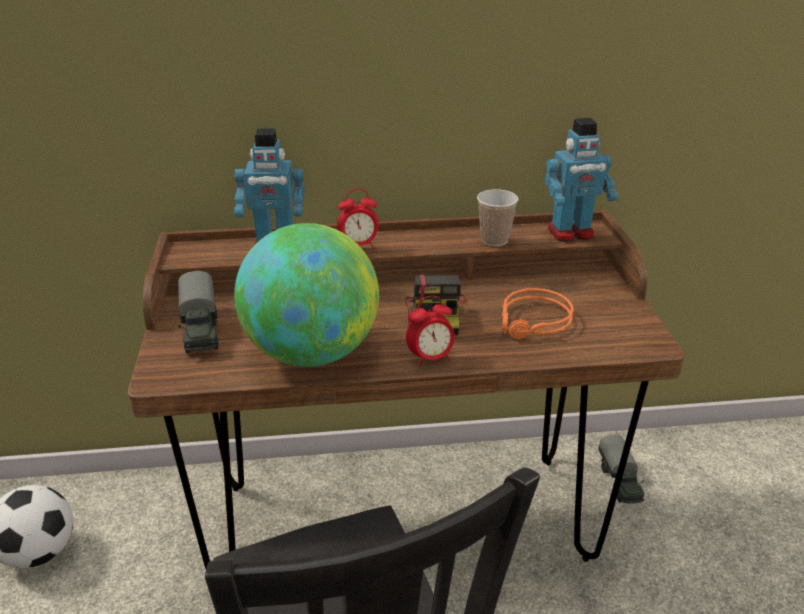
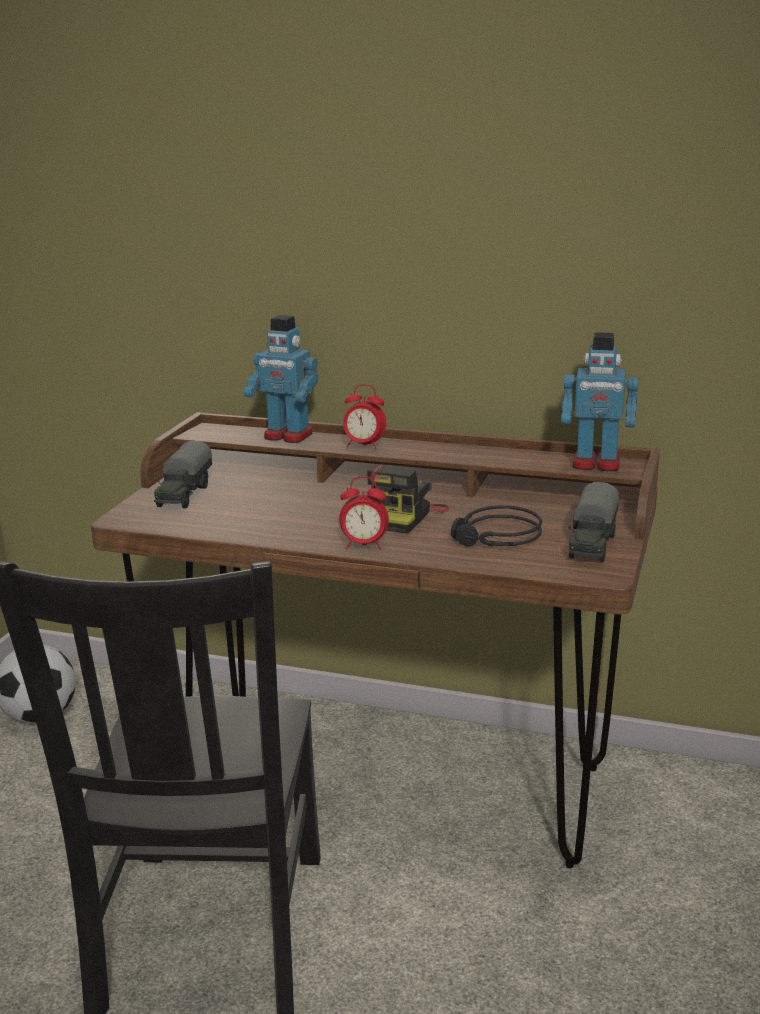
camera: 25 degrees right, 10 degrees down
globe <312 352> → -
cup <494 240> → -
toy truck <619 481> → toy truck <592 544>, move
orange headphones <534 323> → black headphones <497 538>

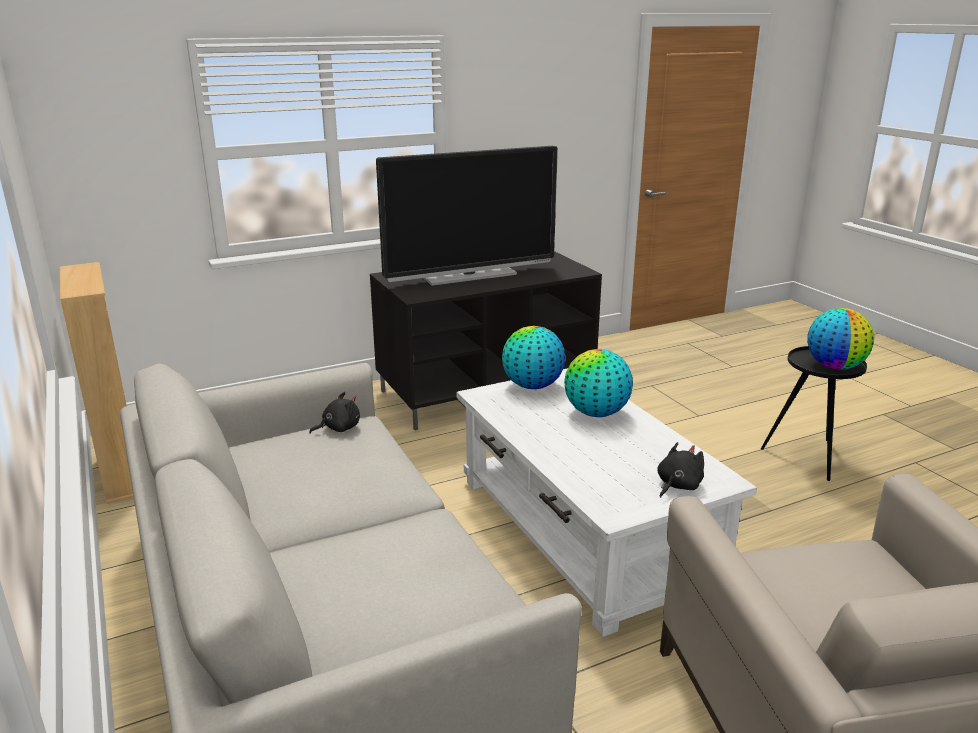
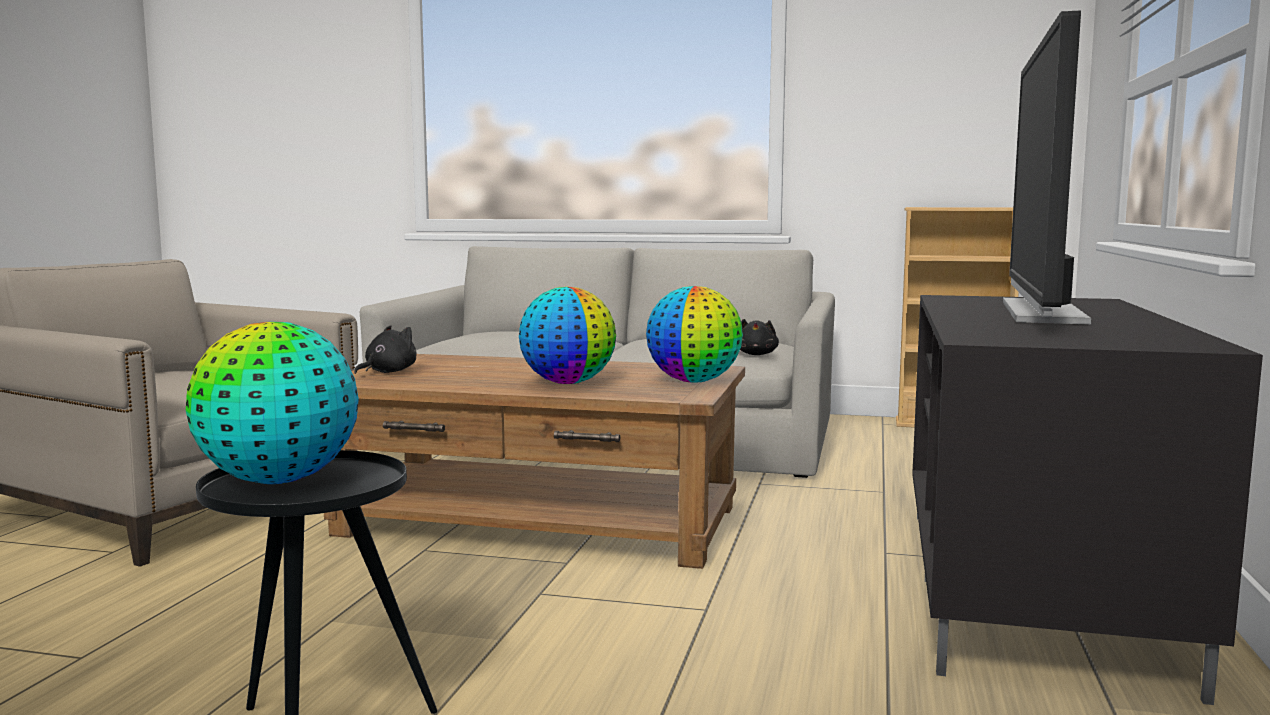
camera: 130 degrees right, 15 degrees down
white coffee table <583 530> → brown coffee table <541 521>
black plush toy <677 485> → black plush toy <388 372>, 135 degrees counterclockwise

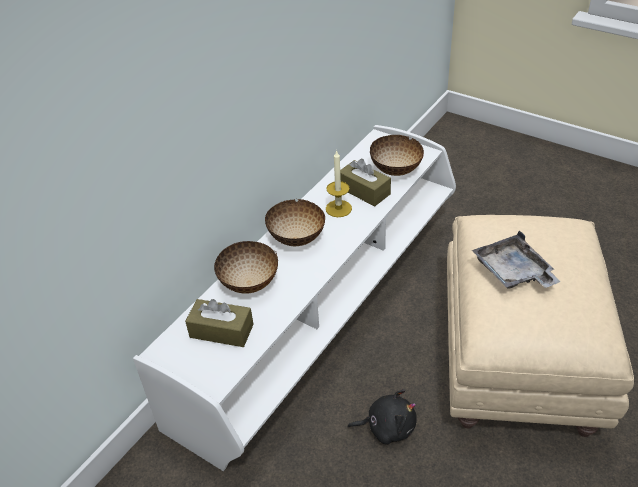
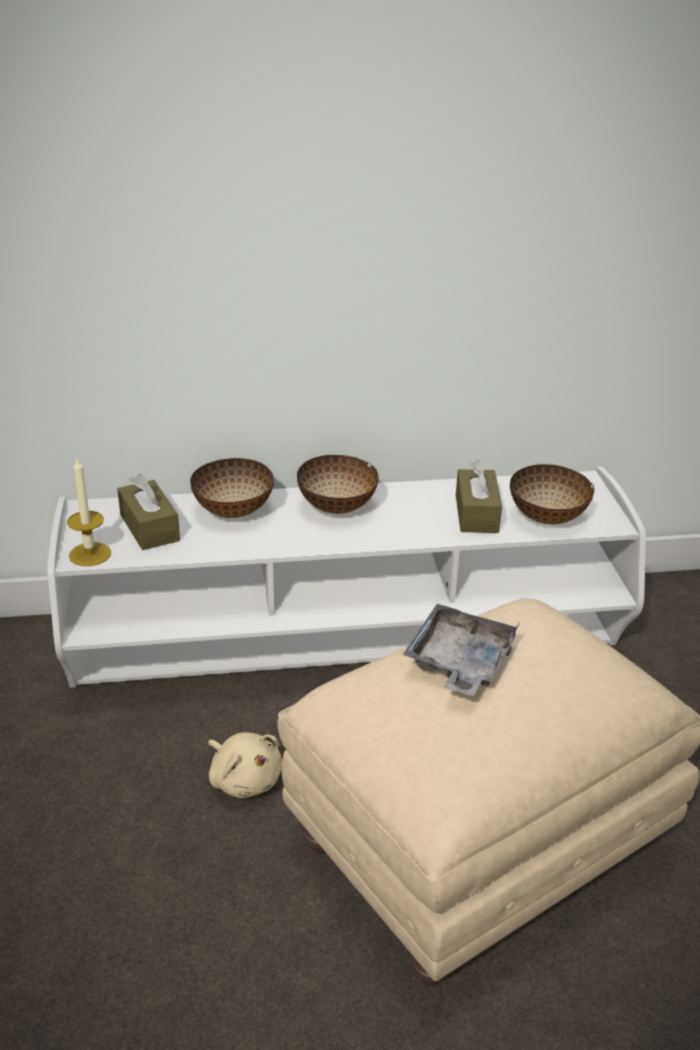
camera: 45 degrees right, 10 degrees down
candle <338 208> → candle <90 554>, move
black plush toy <387 427> → beige plush toy <244 779>

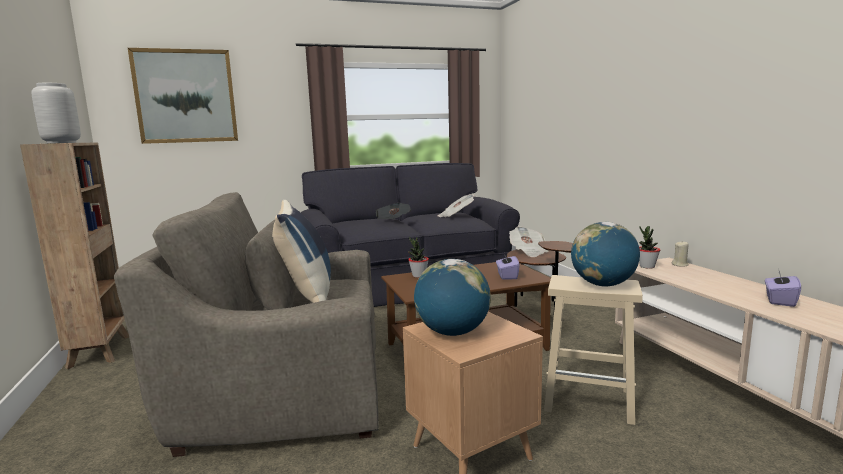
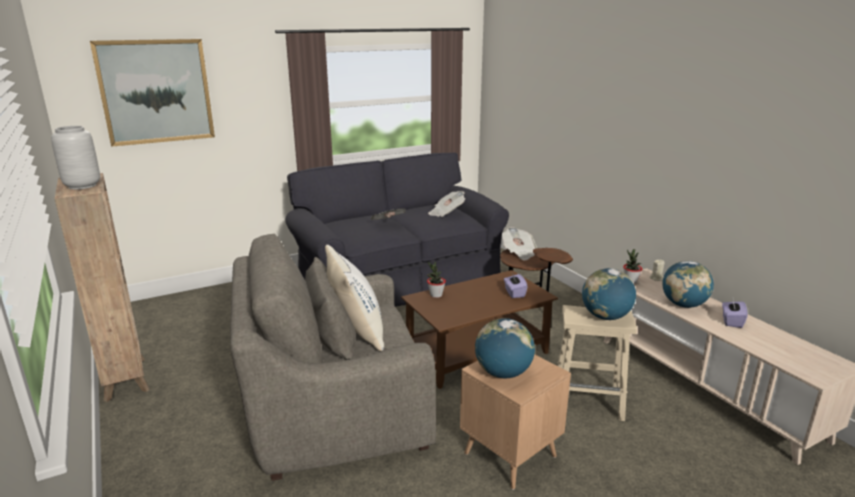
camera: 10 degrees left, 10 degrees up
- → globe <683 305>
blue pillow <306 295> → white pillow <355 331>

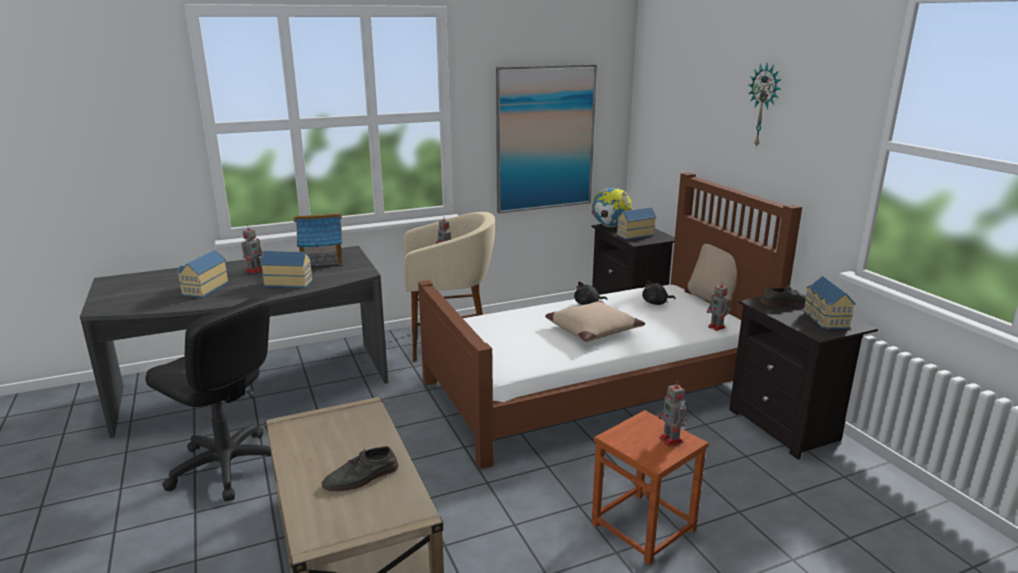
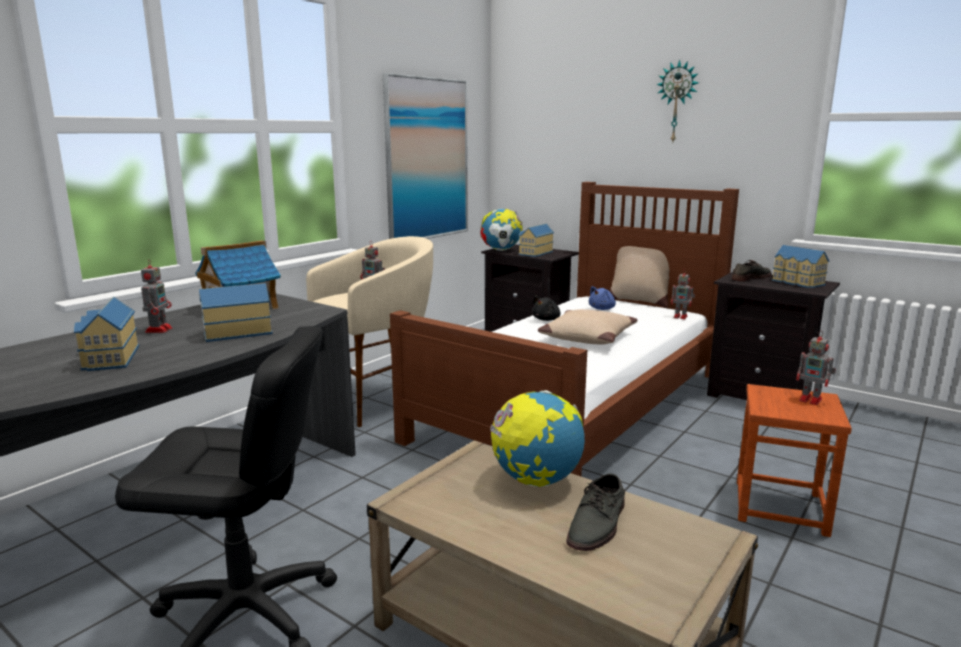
camera: 30 degrees left, 5 degrees down
- → globe <536 481>
black plush toy <656 303> → blue plush toy <602 309>

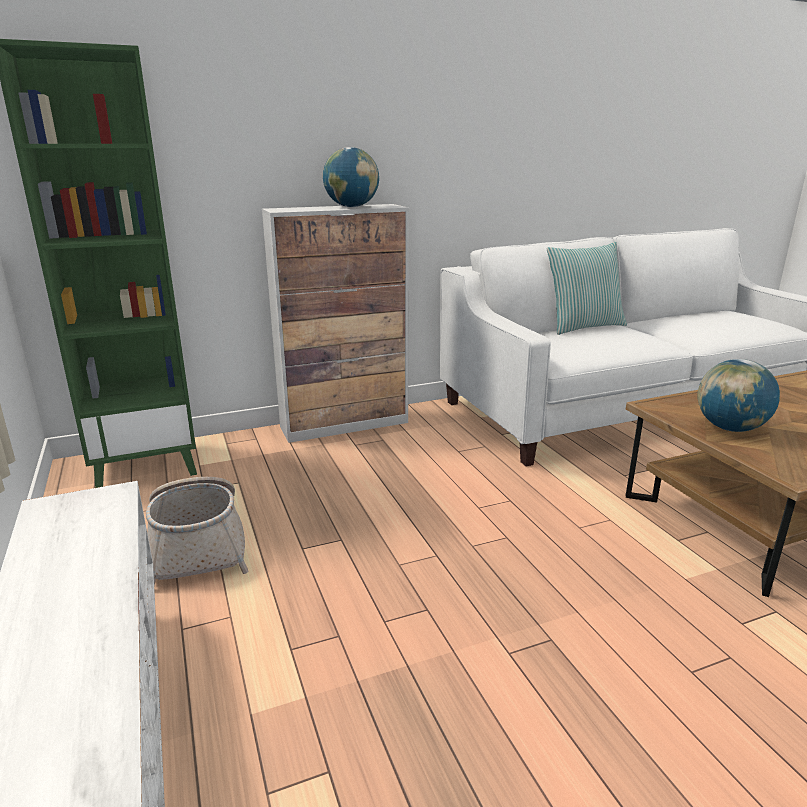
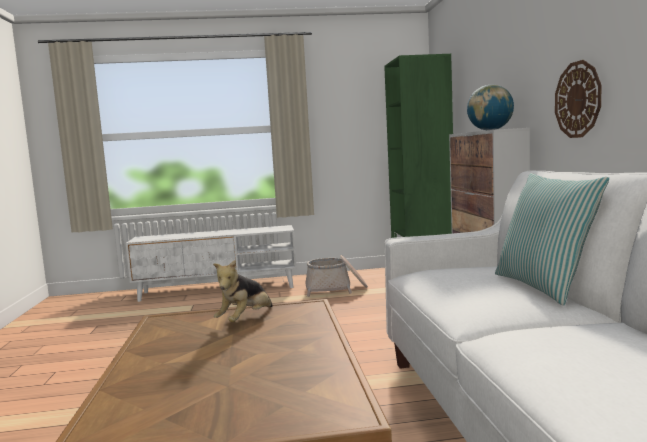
camera: 105 degrees right, 15 degrees down
- → wall clock <578 99>
globe <730 428> → plush toy <245 320>

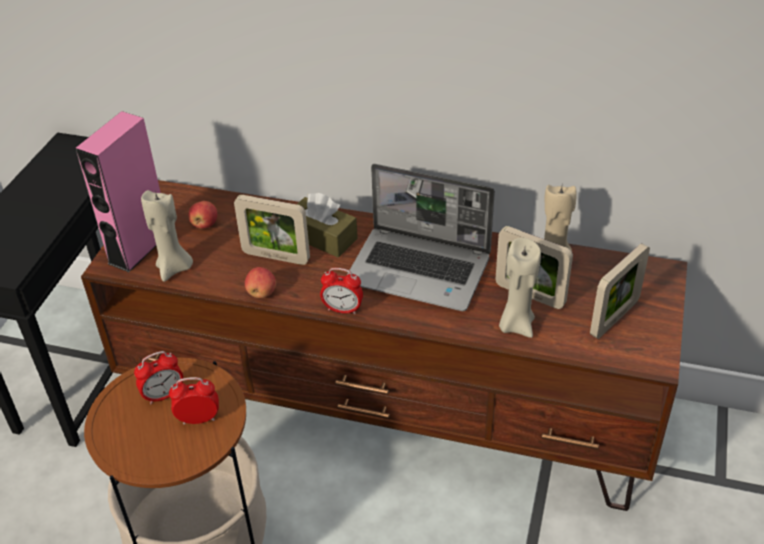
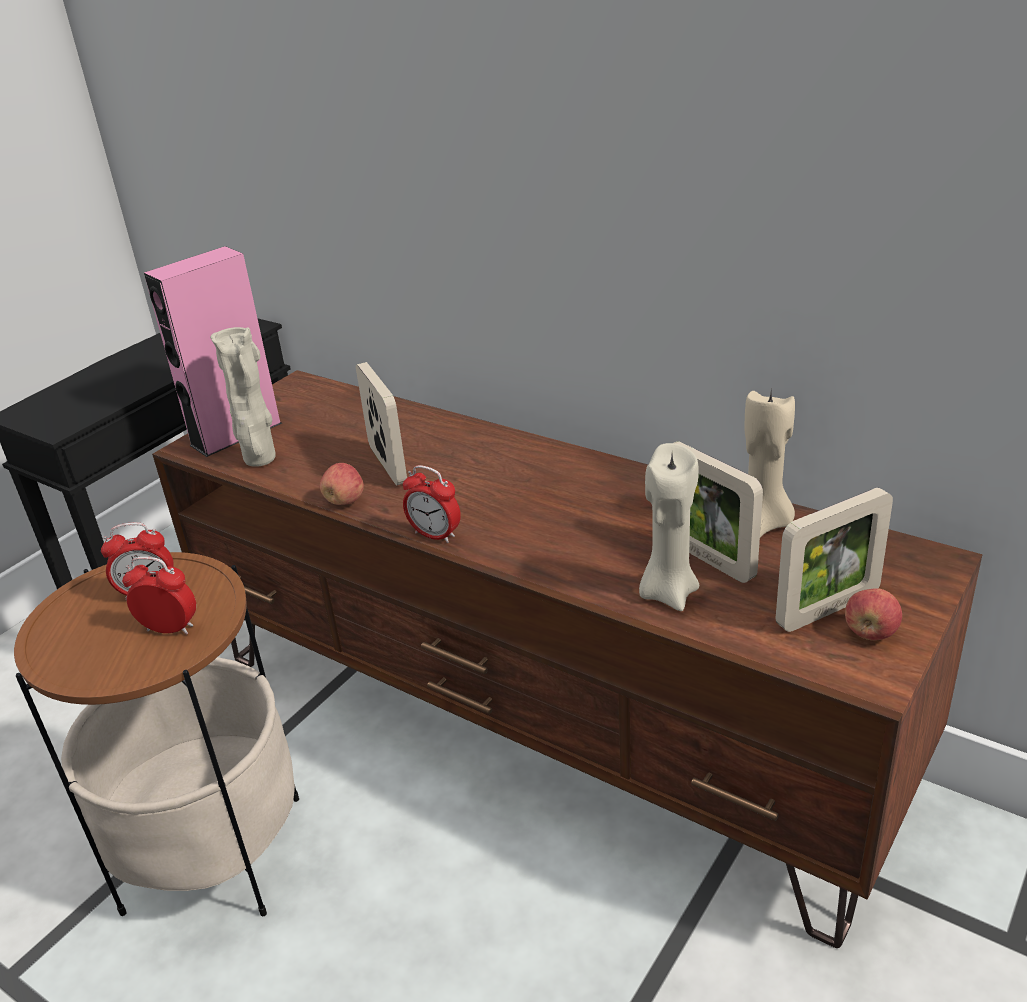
camera: 20 degrees right, 10 degrees down
brown tissue box <322 237> → -
laptop <420 270> → -
apple <204 224> → apple <870 633>, move
beige candle <174 268> → beige vase <260 460>
picture frame <276 257> → picture frame <387 465>, 150 degrees counterclockwise

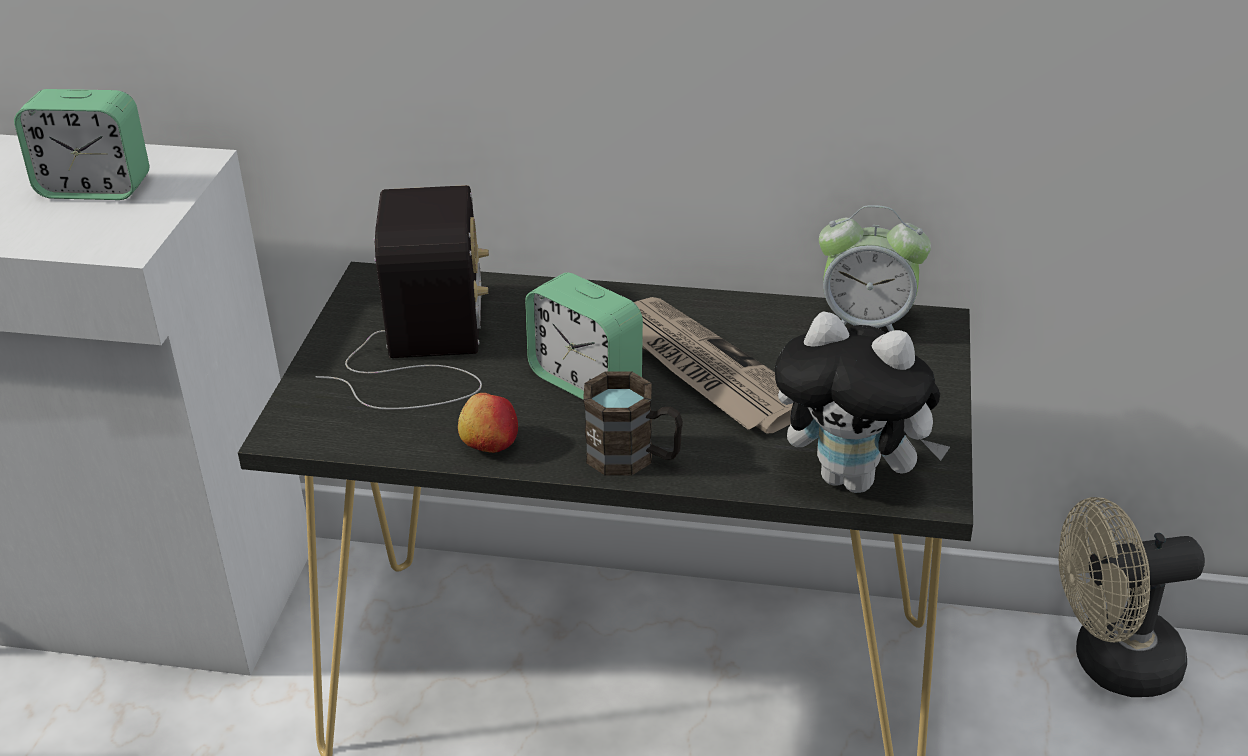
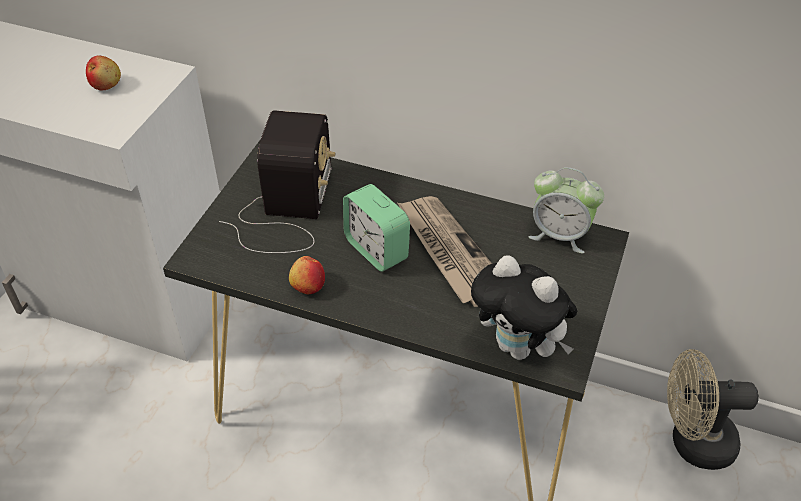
camera: 10 degrees right, 10 degrees up
brown mug <634 458> → -
alarm clock <94 188> → apple <106 84>

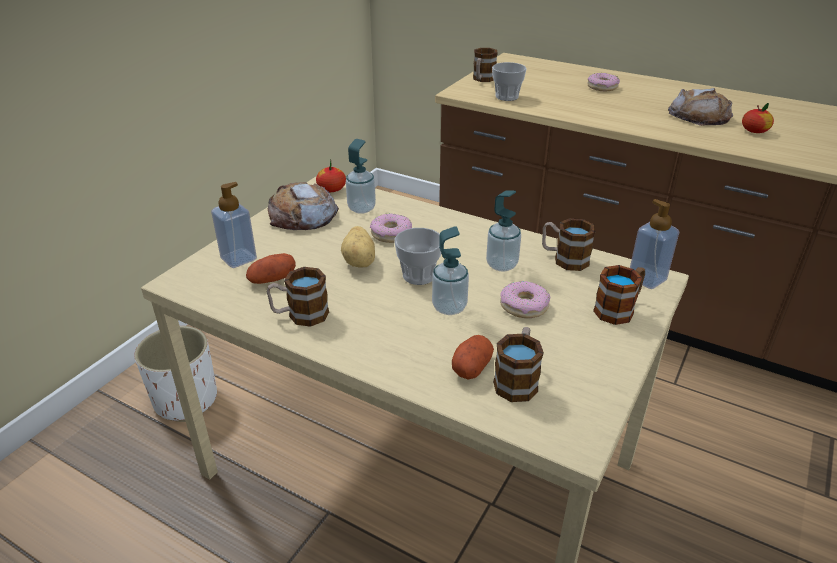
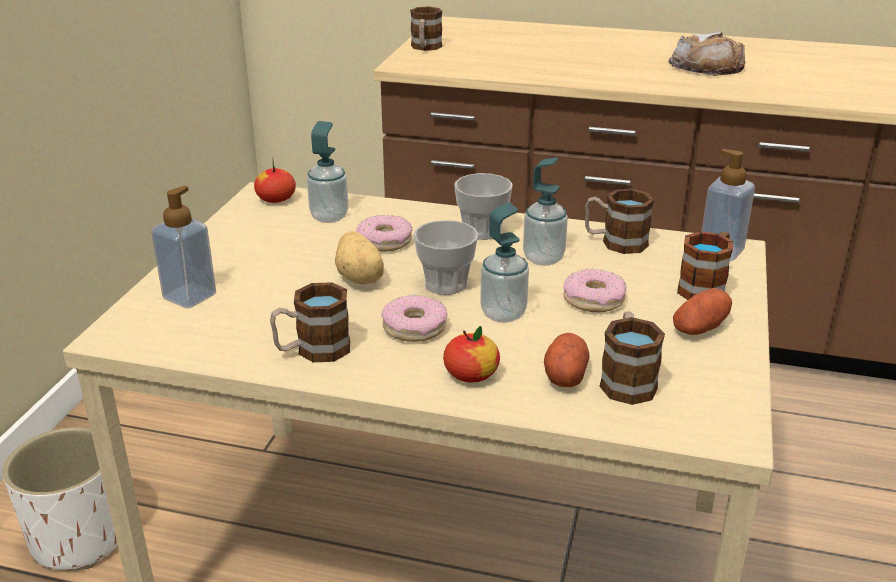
camera: 15 degrees left, 5 degrees down
bread <303 215> → -
potato <272 279> → potato <700 328>, move
cup <507 97> → cup <482 231>, move
donut <602 87> → donut <414 327>, move
apple <754 131> → apple <471 374>, move

